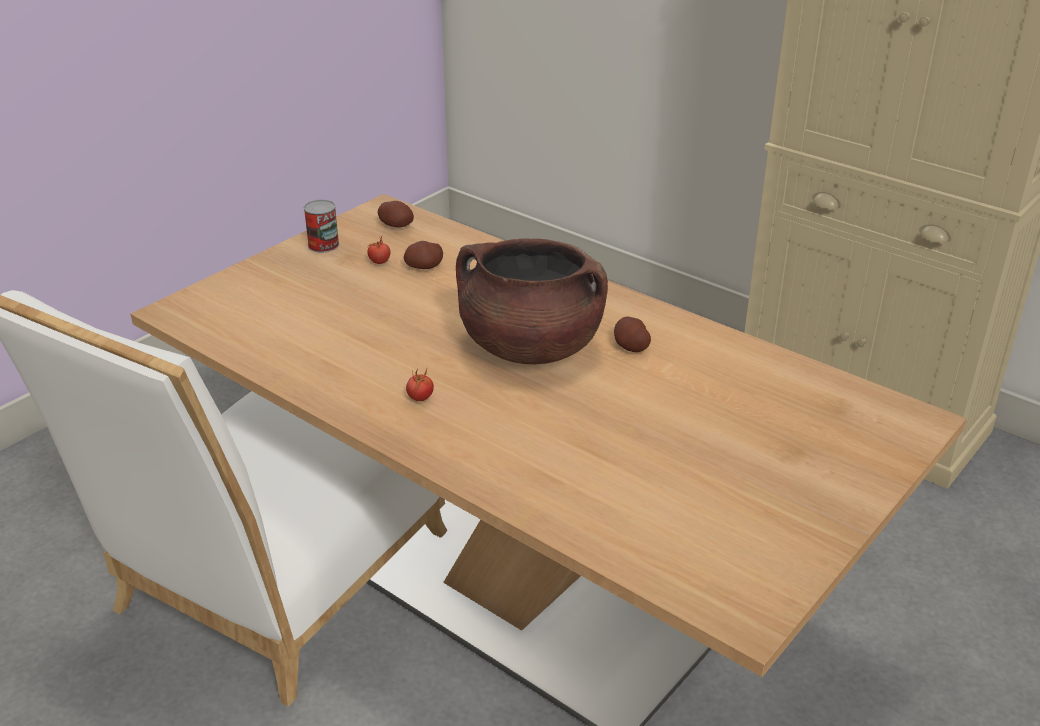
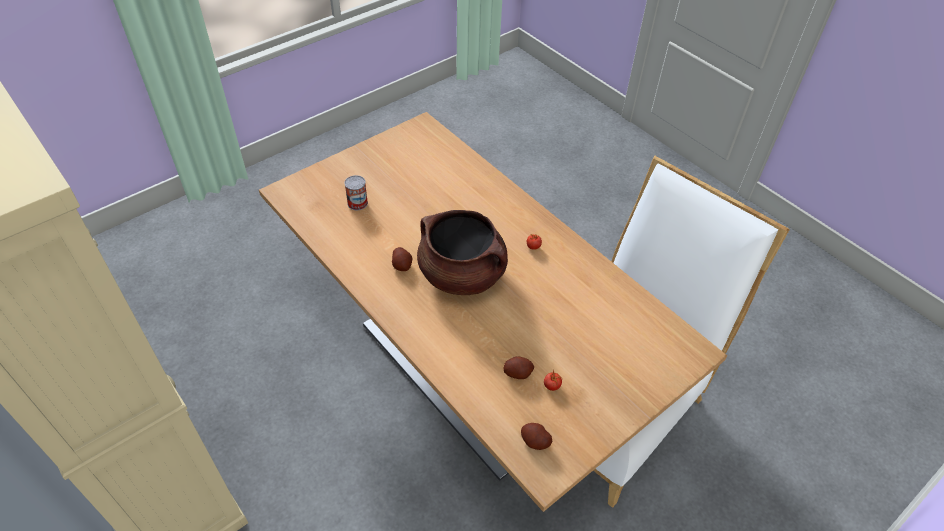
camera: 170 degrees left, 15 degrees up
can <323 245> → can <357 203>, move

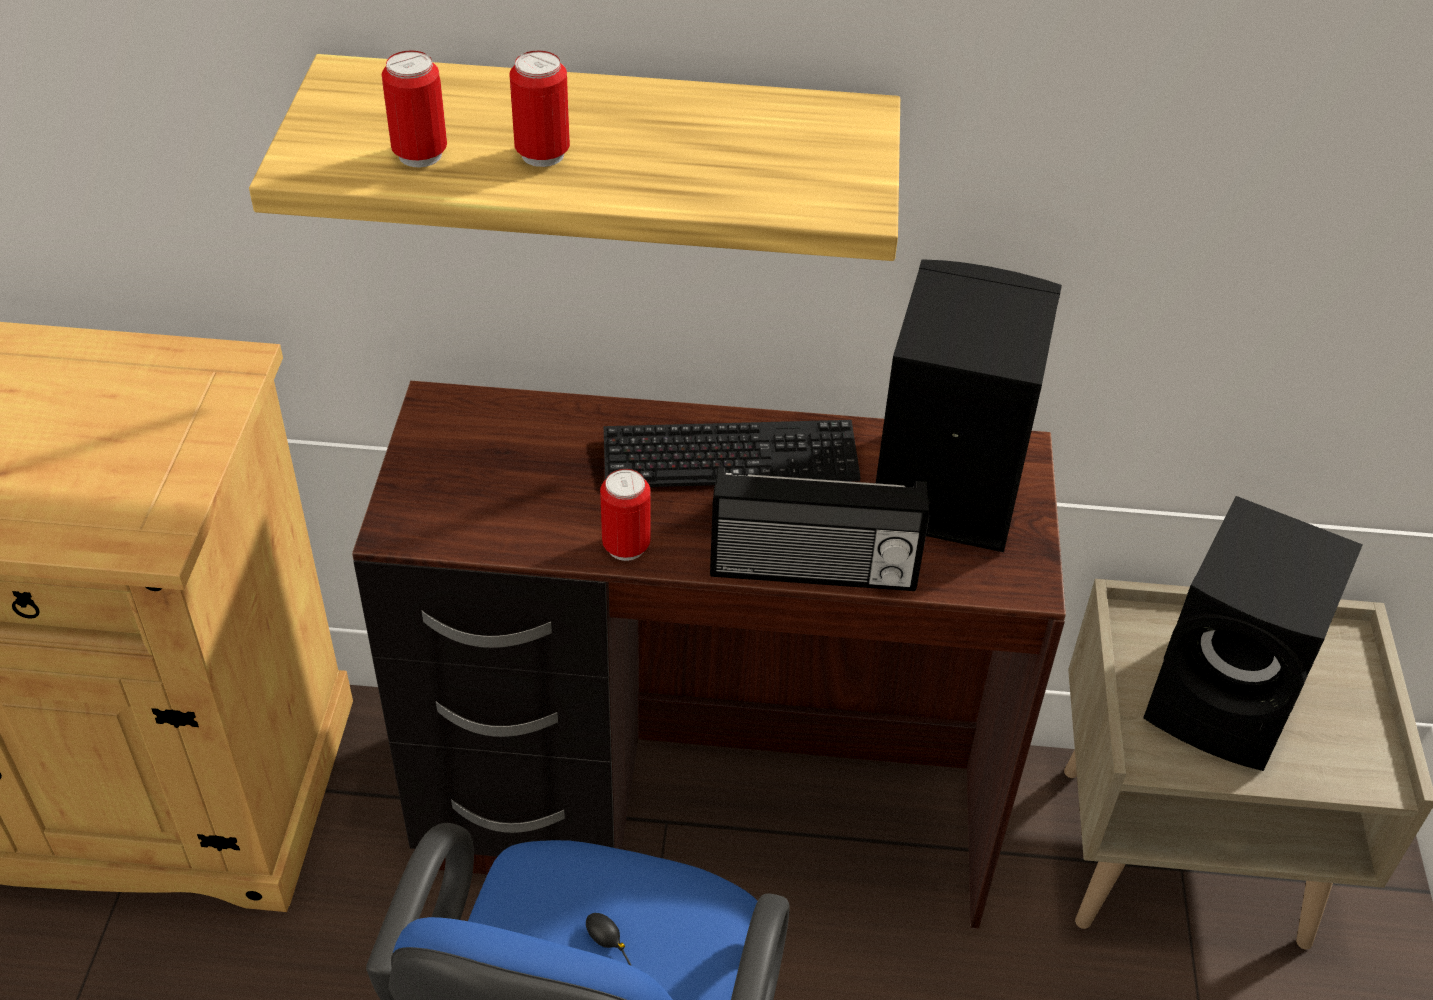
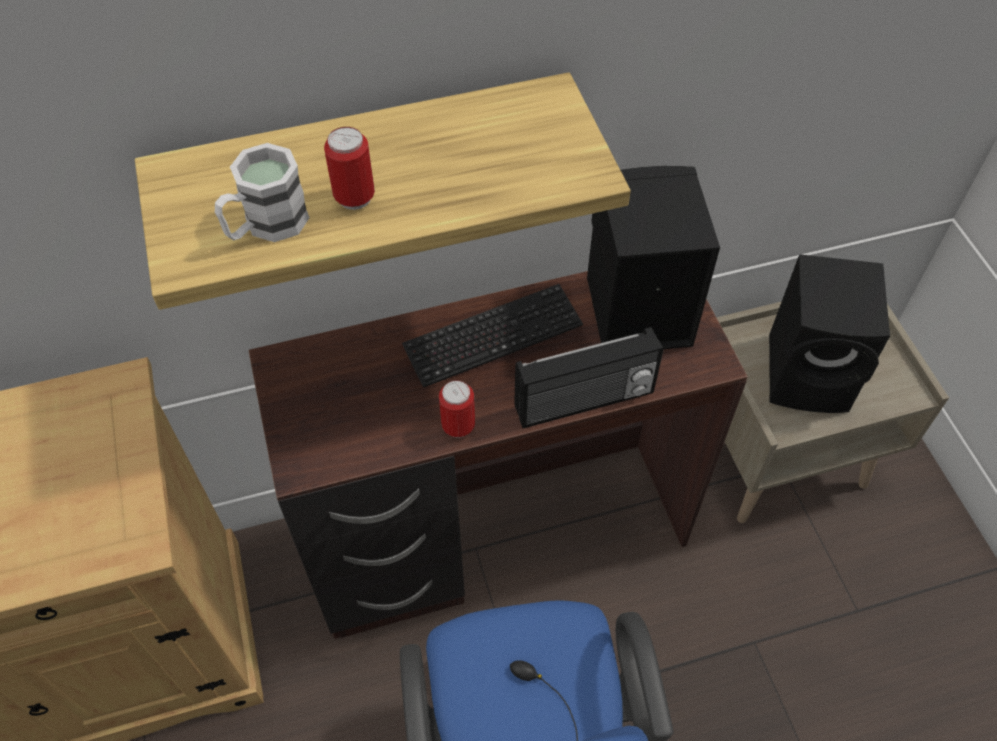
camera: 20 degrees left, 10 degrees up
can <420 155> → white mug <266 226>

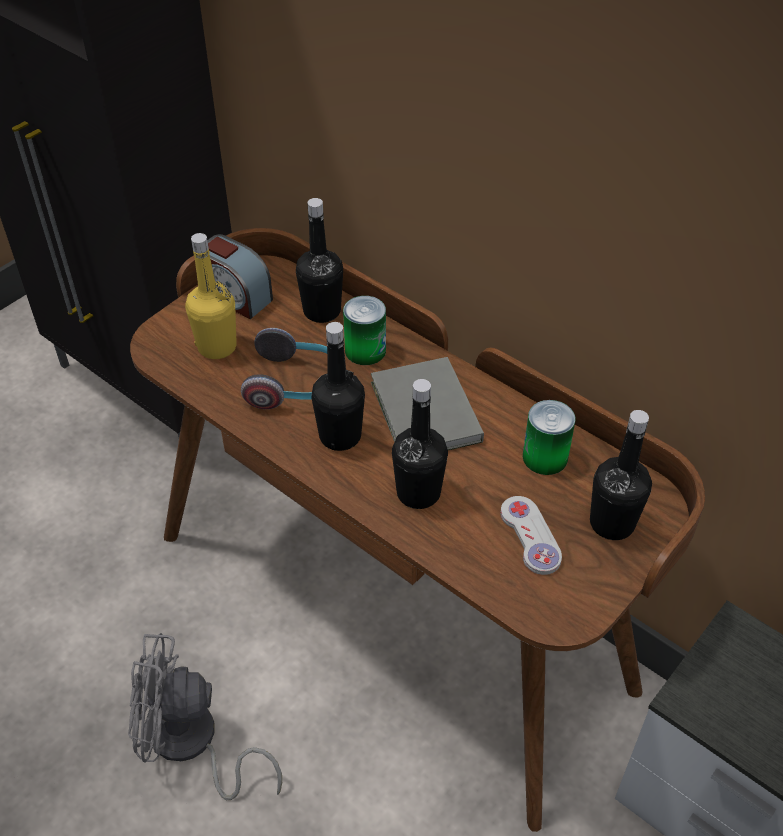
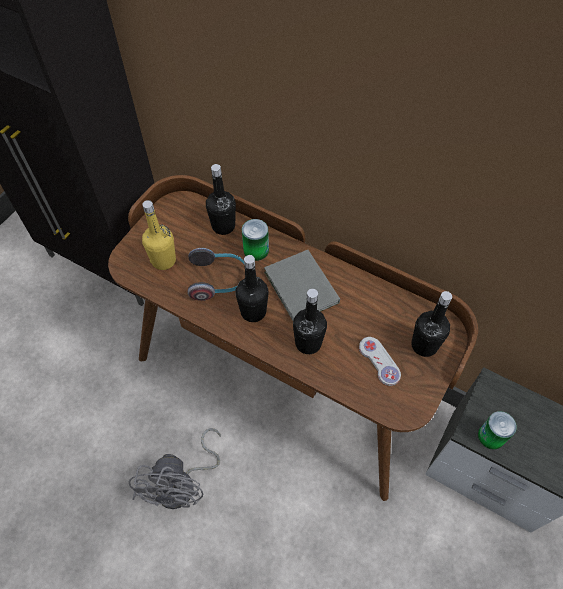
camera: 10 degrees left, 10 degrees up
alarm clock <236 297> → -
can <545 457> → can <491 436>, move
grey fan <192 745> → grey fan <183 484>, 75 degrees counterclockwise

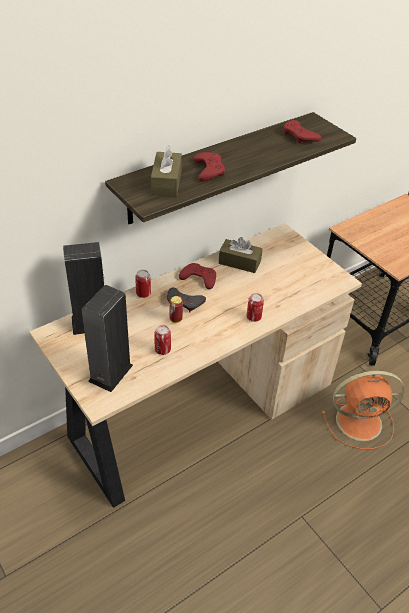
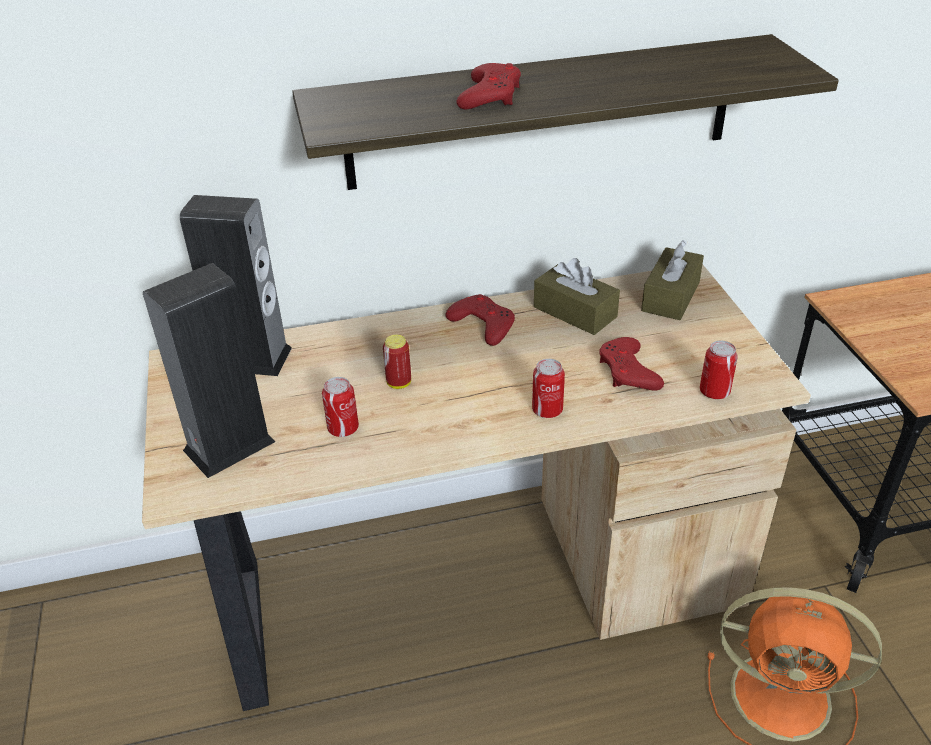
camera: 25 degrees right, 5 degrees down
grey game controller <184 302> → -
can <143 293> → can <714 391>, move
brown tissue box <166 183> → brown tissue box <670 296>, move
red game controller <299 136> → red game controller <628 371>, move

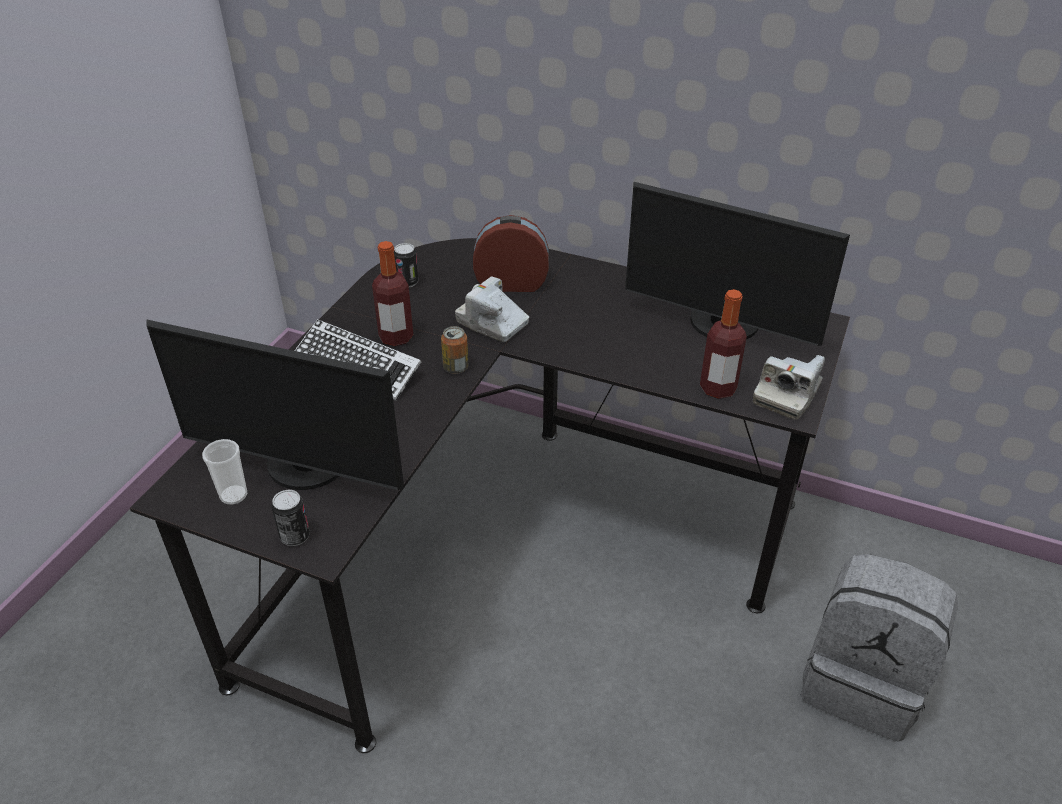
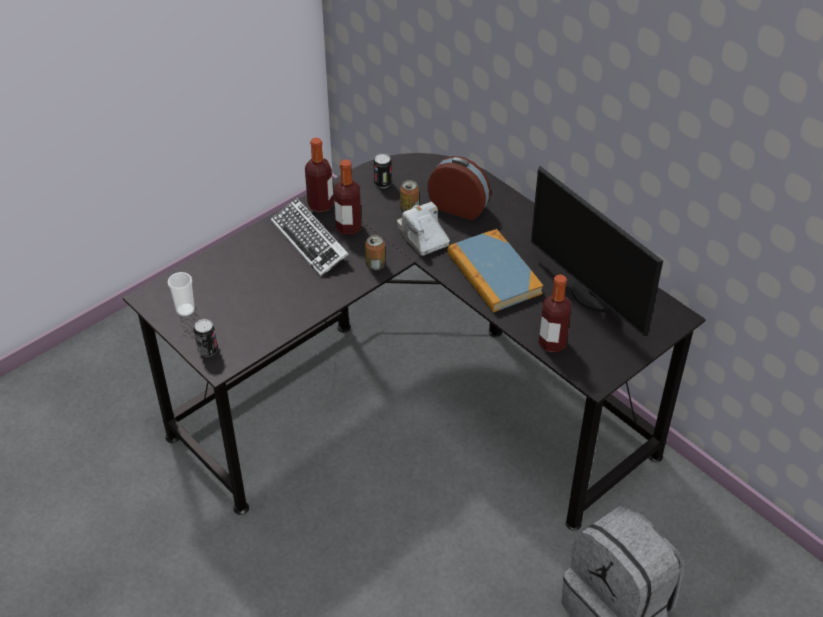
camera: 25 degrees right, 5 degrees up
monitor <304 467> → -
photo camera <786 395> → -
- → bottle <320 205>
- → can <409 209>
- → book <494 274>

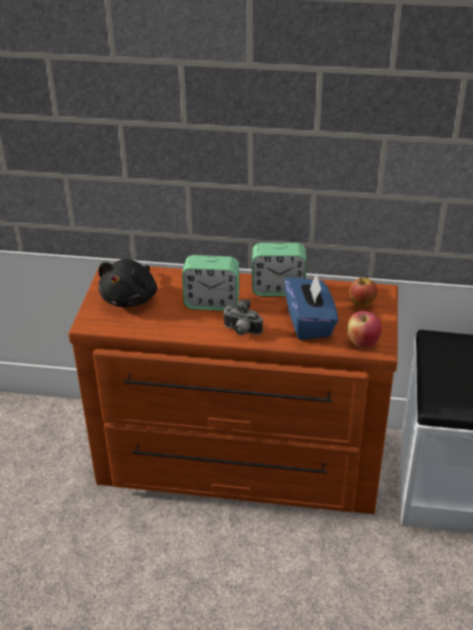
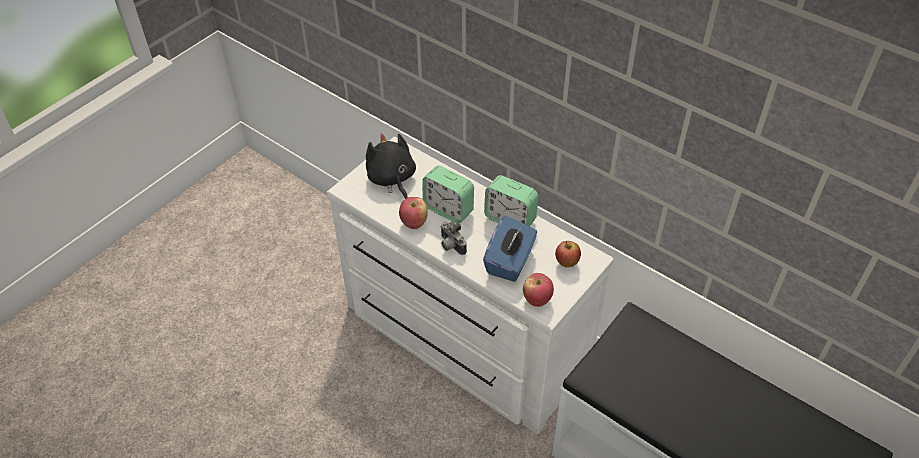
camera: 30 degrees right, 10 degrees up
- → apple <414 223>
brown dresser <239 464> → white dresser <462 340>
black plush toy <131 298> → black plush toy <391 179>, 105 degrees clockwise

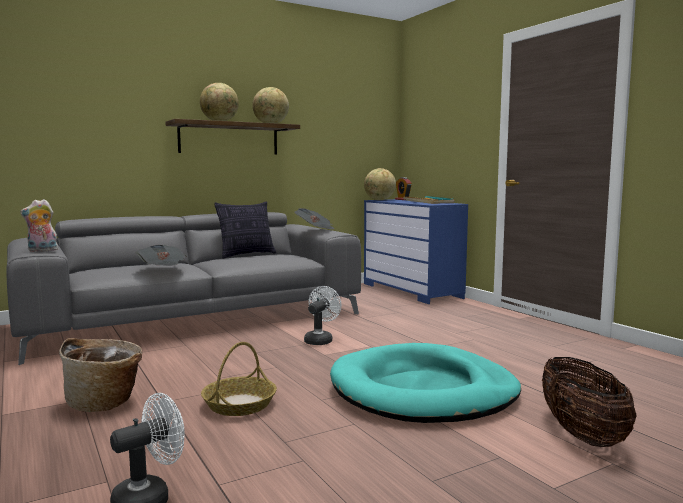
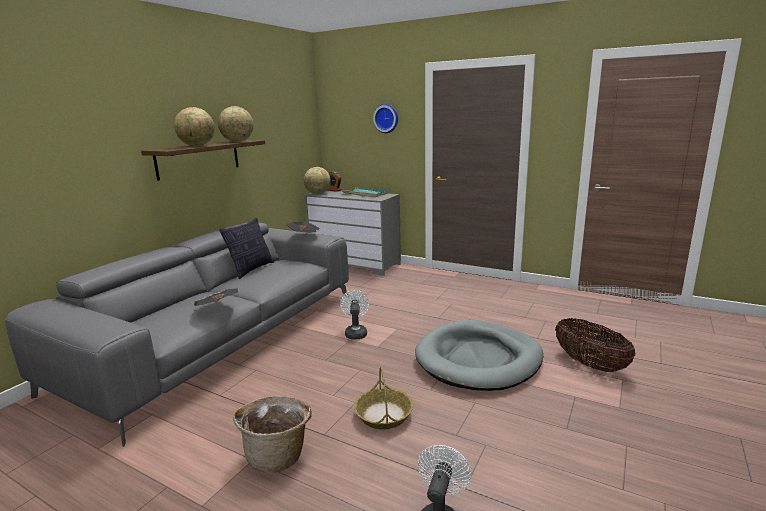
camera: 30 degrees left, 10 degrees up
plush toy <42 251> → -
- → wall clock <386 118>
turquoise dog bed <423 391> → grey dog bed <478 359>
blue dresser <412 291> → grey dresser <355 264>

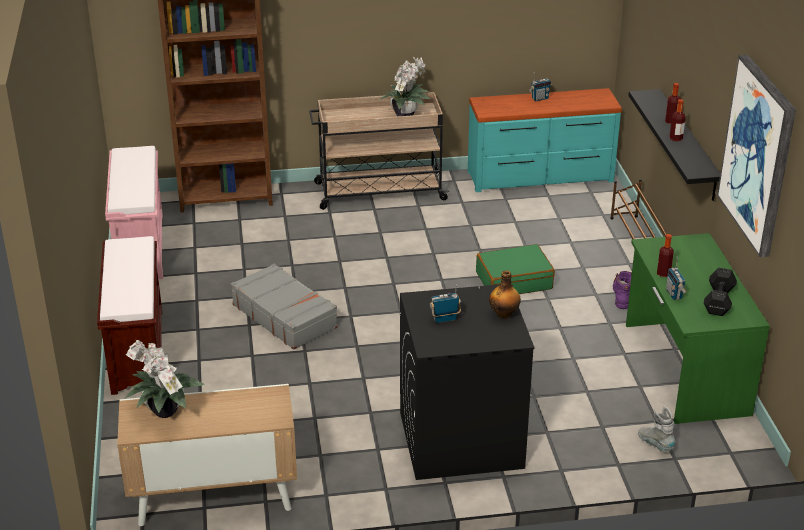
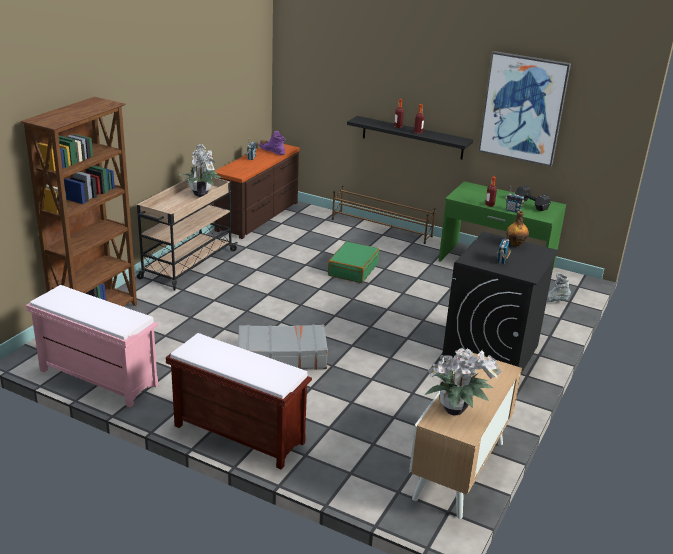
camera: 55 degrees left, 5 degrees down
purple boot <622 295> → purple boot <272 151>, move
turquoise dresser <540 177> → brown dresser <259 216>

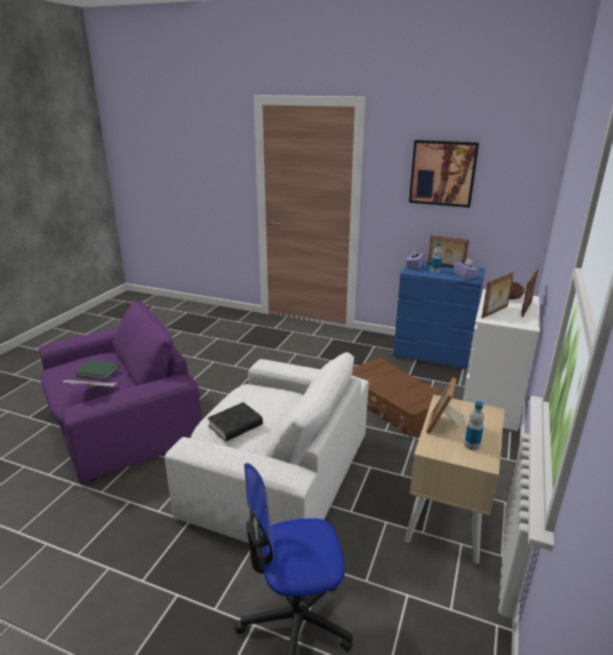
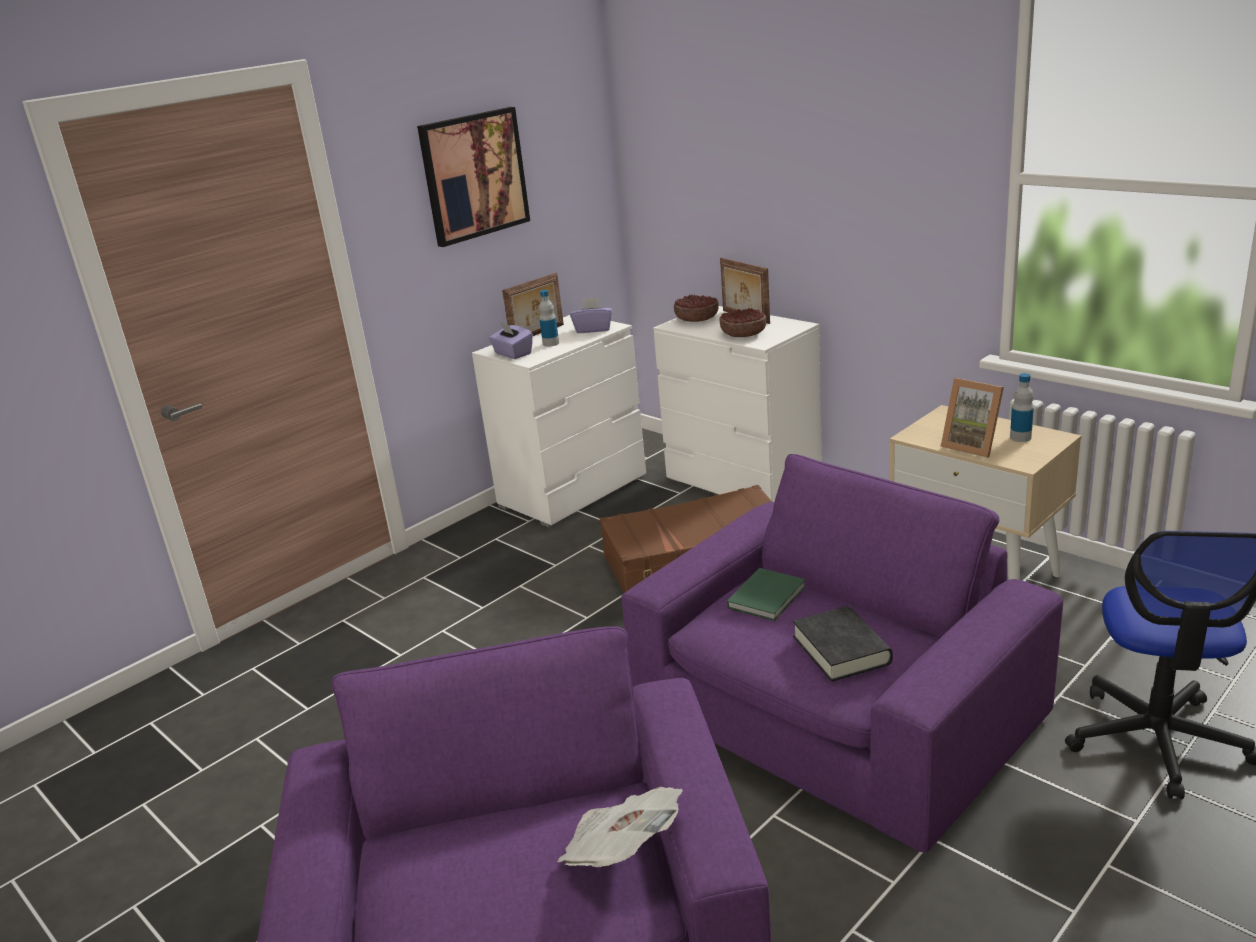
camera: 65 degrees left, 0 degrees up
green book <98 372> → green book <768 596>, move
picture frame <495 312> → bowl <743 334>
white armchair <276 474> → purple armchair <834 713>
blue dresser <433 354> → white dresser <573 491>

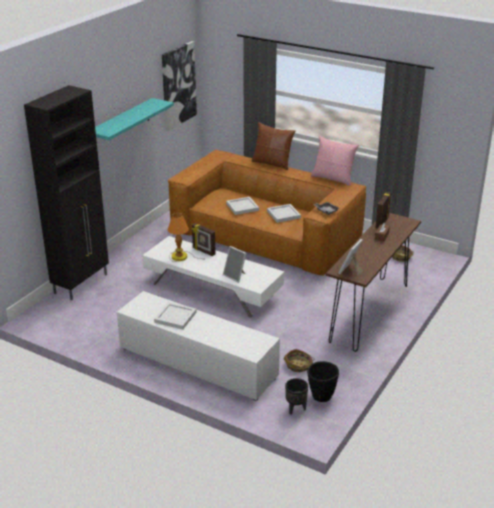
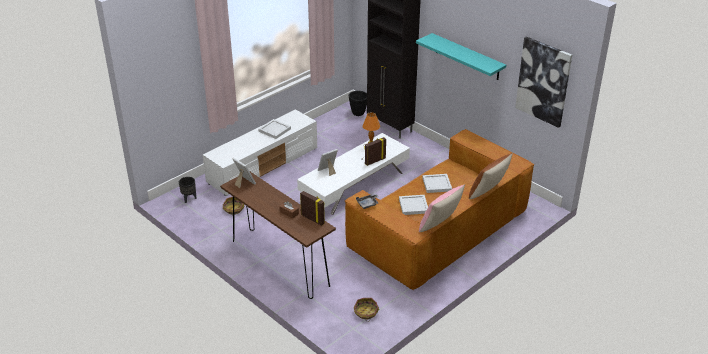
camera: 105 degrees right, 5 degrees up
black planter <321 396> → black planter <358 113>, move

